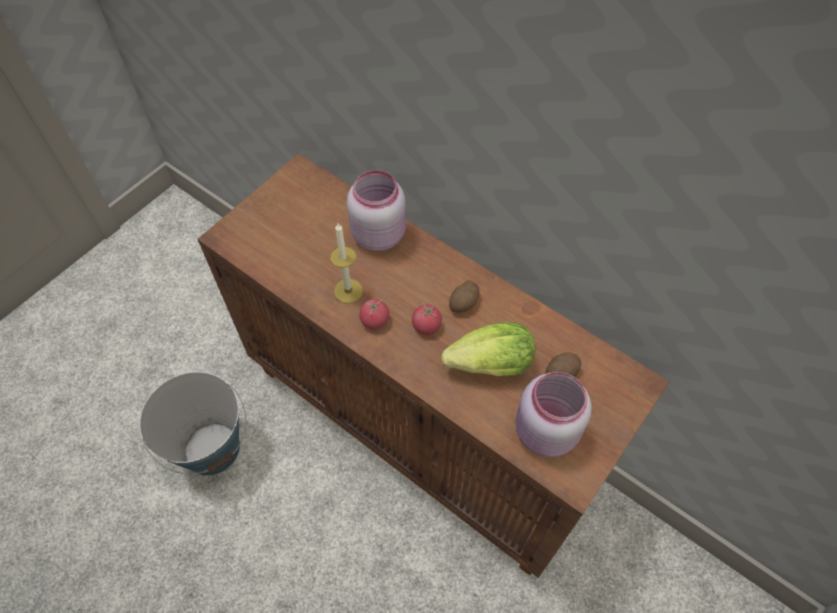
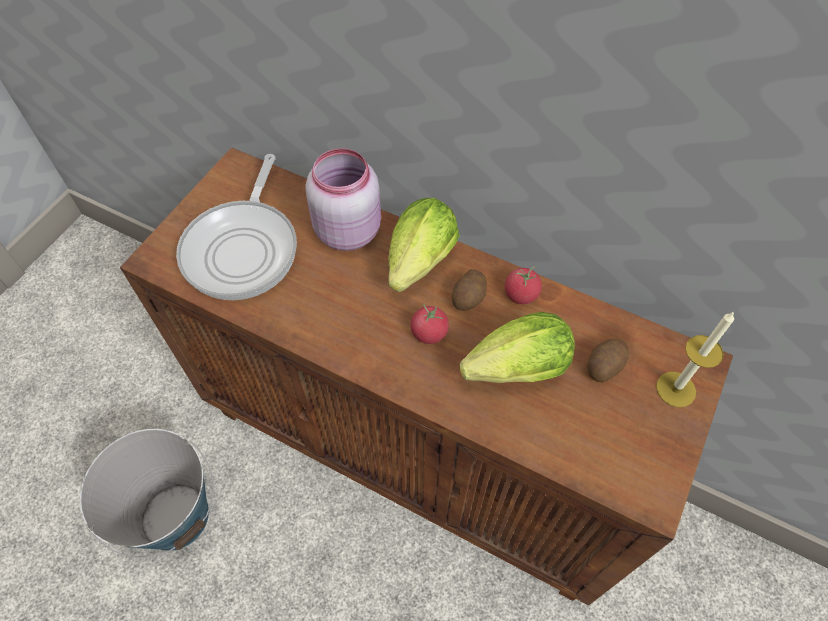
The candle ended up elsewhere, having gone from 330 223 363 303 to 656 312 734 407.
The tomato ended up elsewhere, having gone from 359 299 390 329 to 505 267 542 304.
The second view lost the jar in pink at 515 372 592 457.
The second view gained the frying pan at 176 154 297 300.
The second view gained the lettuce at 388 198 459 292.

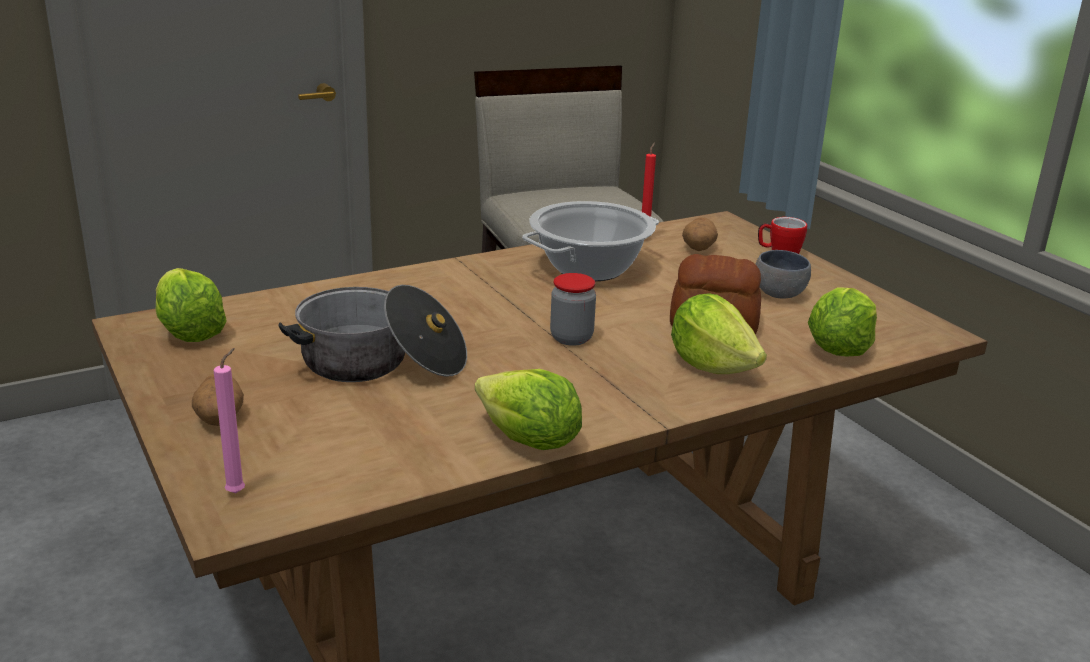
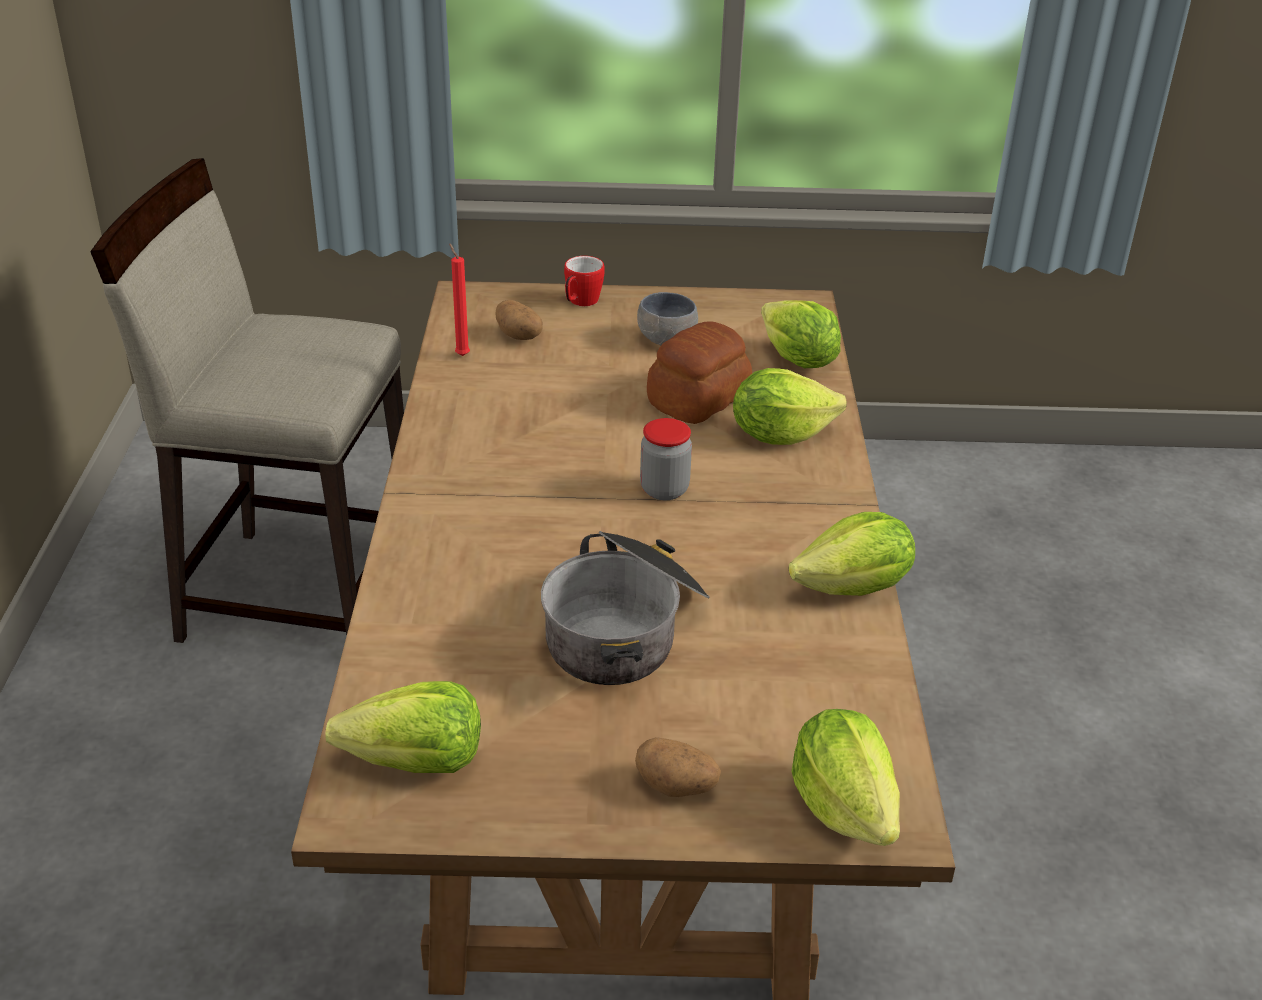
The second view lost the cooking pot at 522 201 659 281.
Where the candle in pink stood at 214 348 245 493, the lettuce came to stand at 792 709 900 846.

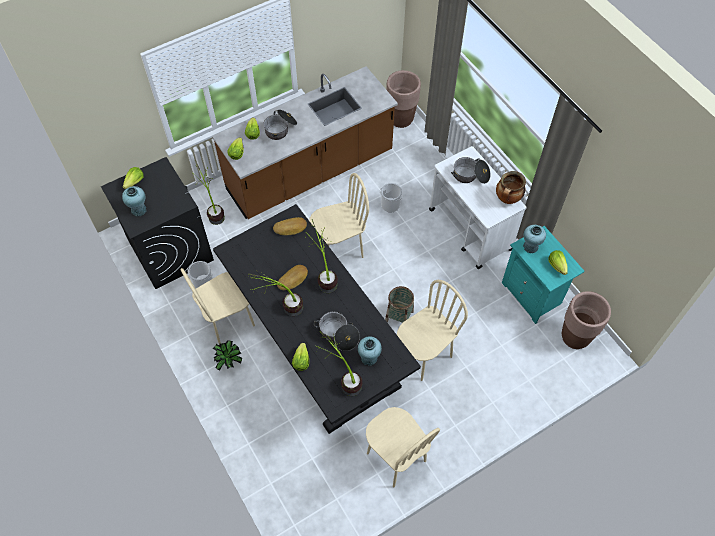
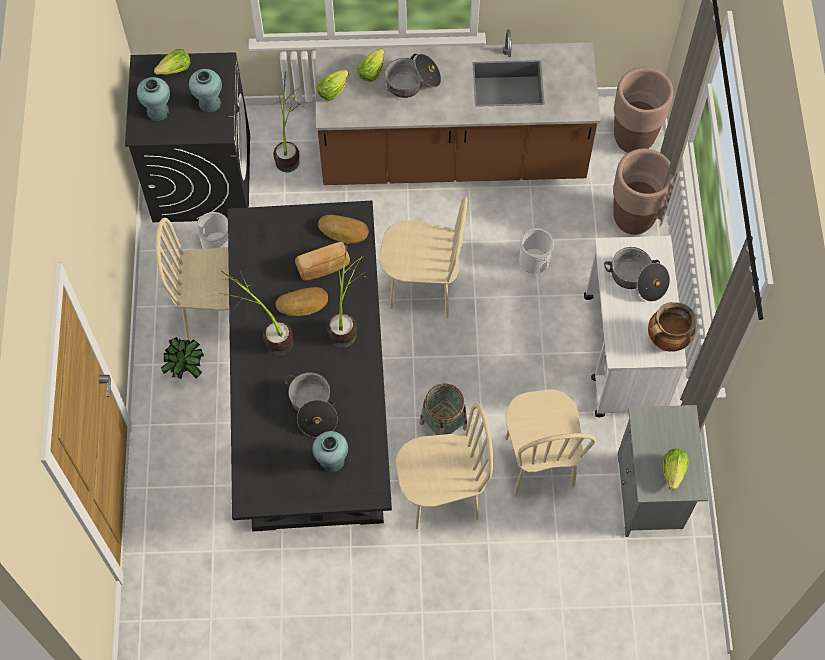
The vase in turquoise ended up elsewhere, having gone from 523 225 546 253 to 189 69 222 113.
What was the nightstand in turquoise at 502 226 585 324 turned into the nightstand in grey at 617 405 708 537.
The planter in brown ended up elsewhere, having gone from 562 291 611 349 to 613 149 674 235.
The second view lost the potted plant at 317 331 362 396.
The second view lost the lettuce at 292 343 309 371.
The chair in beige ended up elsewhere, having gone from 366 407 440 488 to 505 389 596 495.
The second view gained the bread at 295 242 350 280.

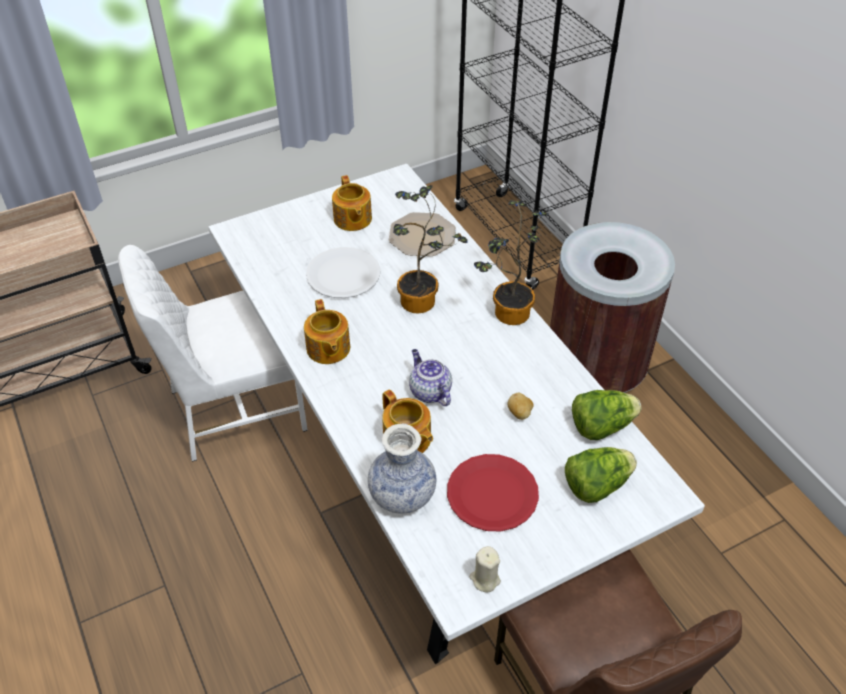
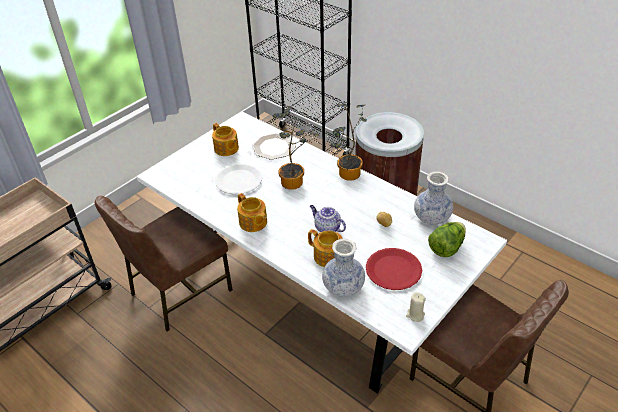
What was the chair in white at 118 245 308 462 turned into the chair in brown at 95 196 232 332.
Where the lettuce stood at 572 390 642 440, the vase came to stand at 414 171 453 225.

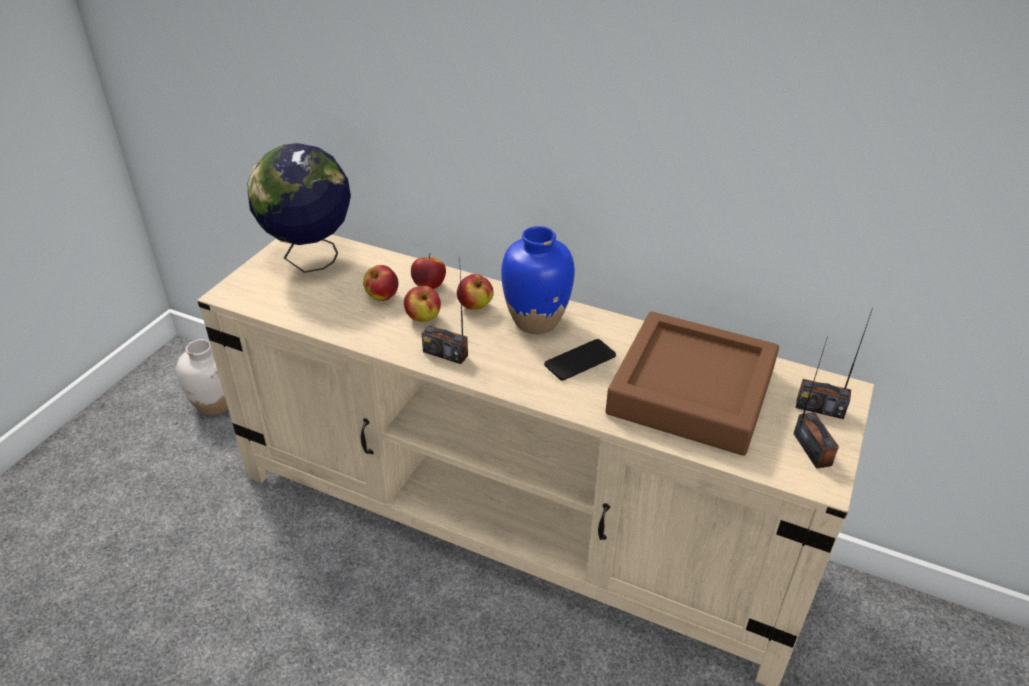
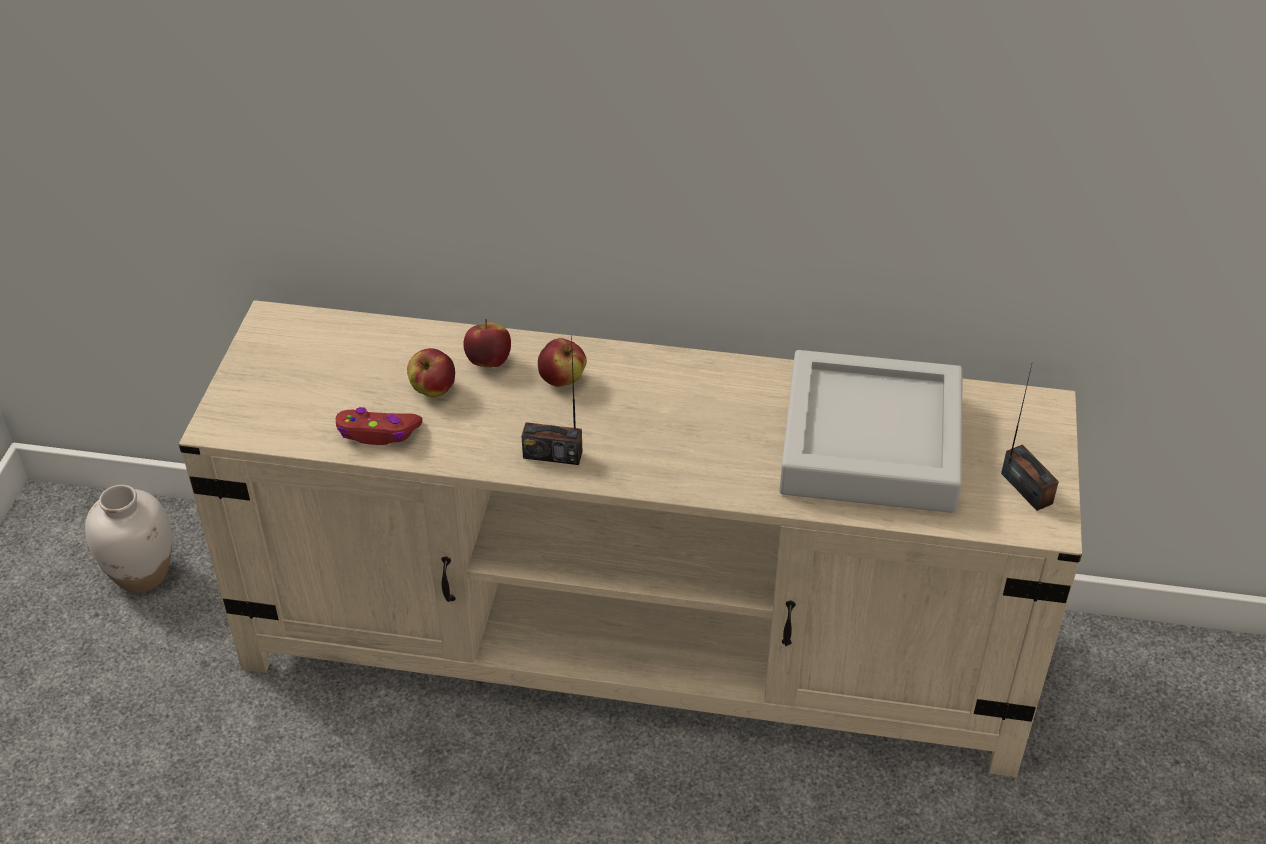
The second view lost the globe at 248 143 351 273.
The second view lost the vase in blue at 501 226 575 334.
The second view lost the apple at 404 286 441 322.
The second view lost the radio at 796 308 873 419.
What was the tray in brown at 605 311 779 456 turned into the tray in grey at 779 350 962 513.
The second view lost the phone at 544 339 616 381.
The second view gained the game controller in red at 336 407 422 445.

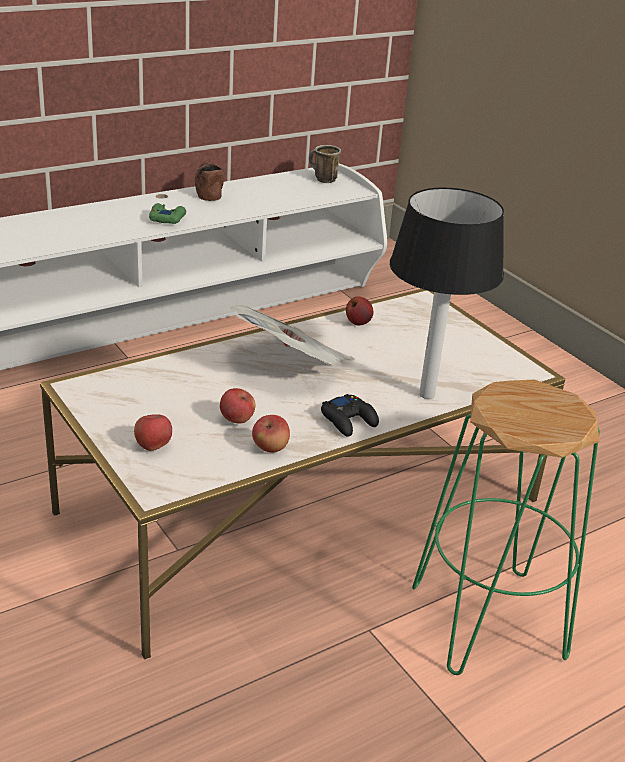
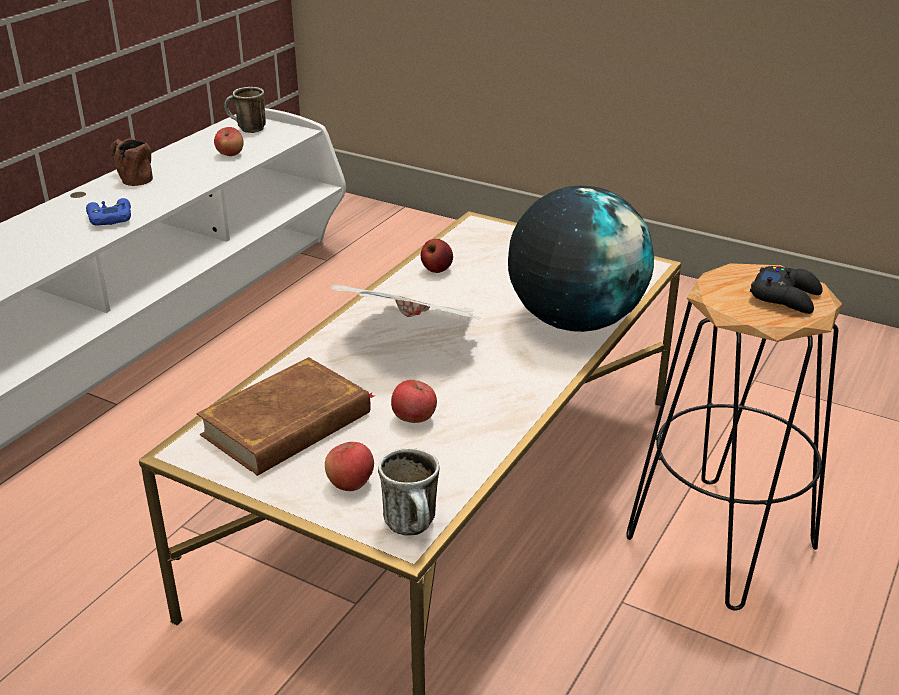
Where the table lamp stood at 390 188 504 399, the globe came to stand at 508 186 654 332.
What was the game controller in green at 149 203 186 224 turned into the game controller in blue at 86 198 131 226.
What was the stool in green at 412 380 600 675 turned into the stool in black at 626 263 842 611.
The game controller in black ended up elsewhere, having gone from 321 394 379 437 to 750 266 823 314.
The apple ended up elsewhere, having gone from 252 415 290 453 to 214 127 244 156.
The second view gained the book in brown at 196 357 376 476.
The second view gained the mug at 378 448 439 536.

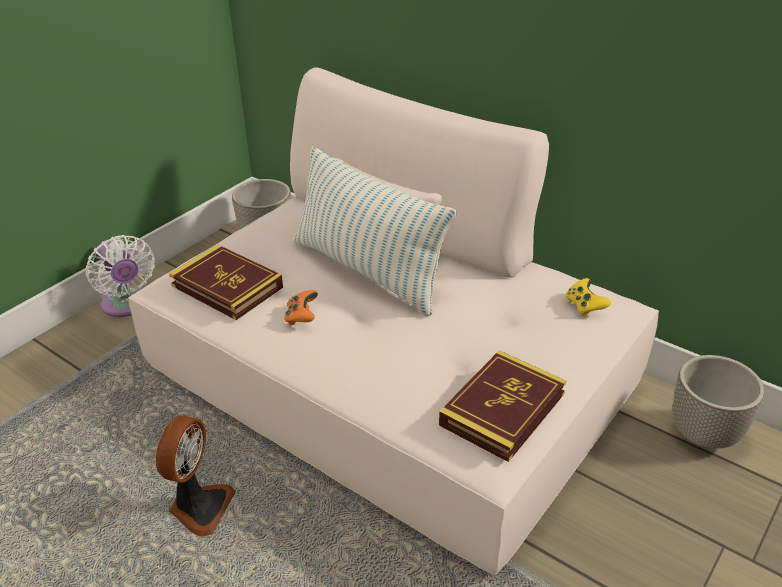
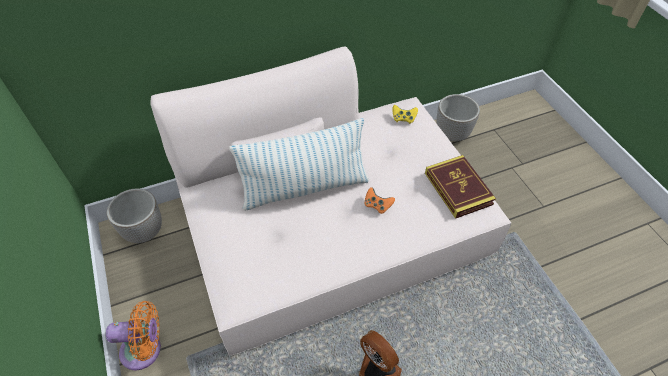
What was the fan in white at 86 235 155 317 turned into the fan in orange at 106 301 161 370.
The second view lost the book at 169 244 283 320.
The game controller in orange ended up elsewhere, having gone from 284 290 318 325 to 365 187 395 214.

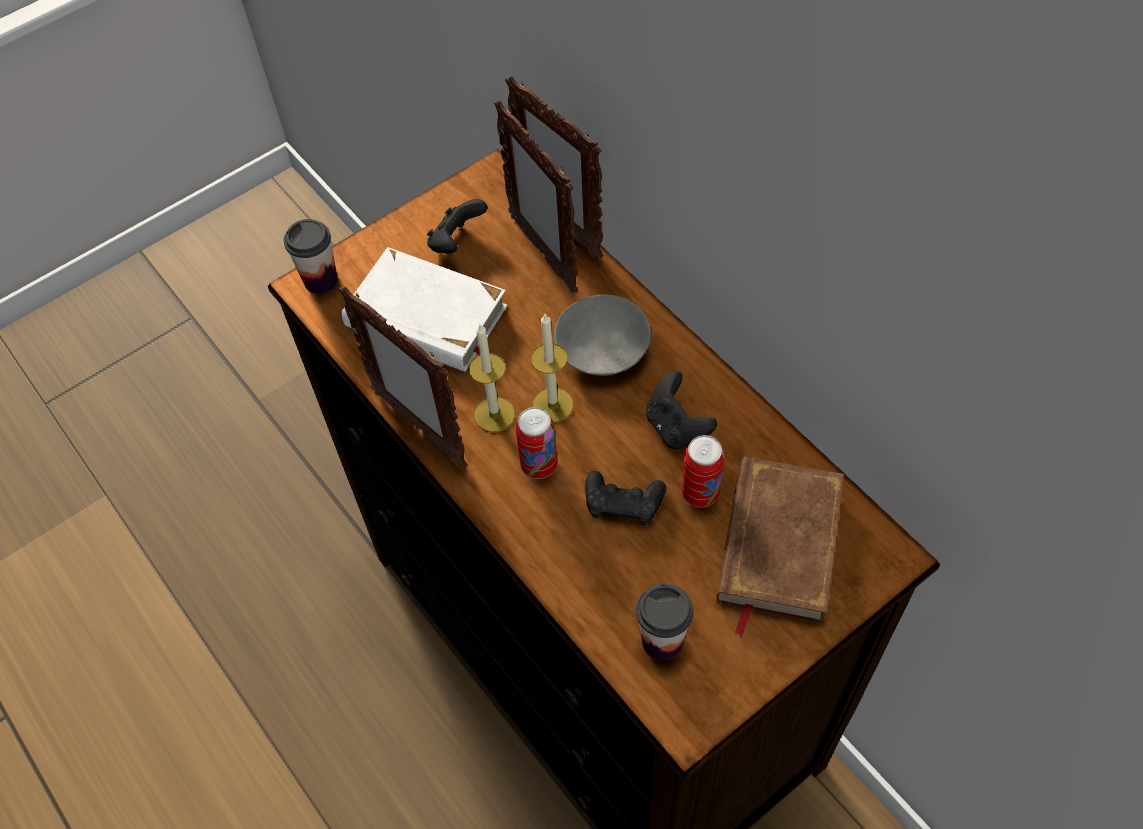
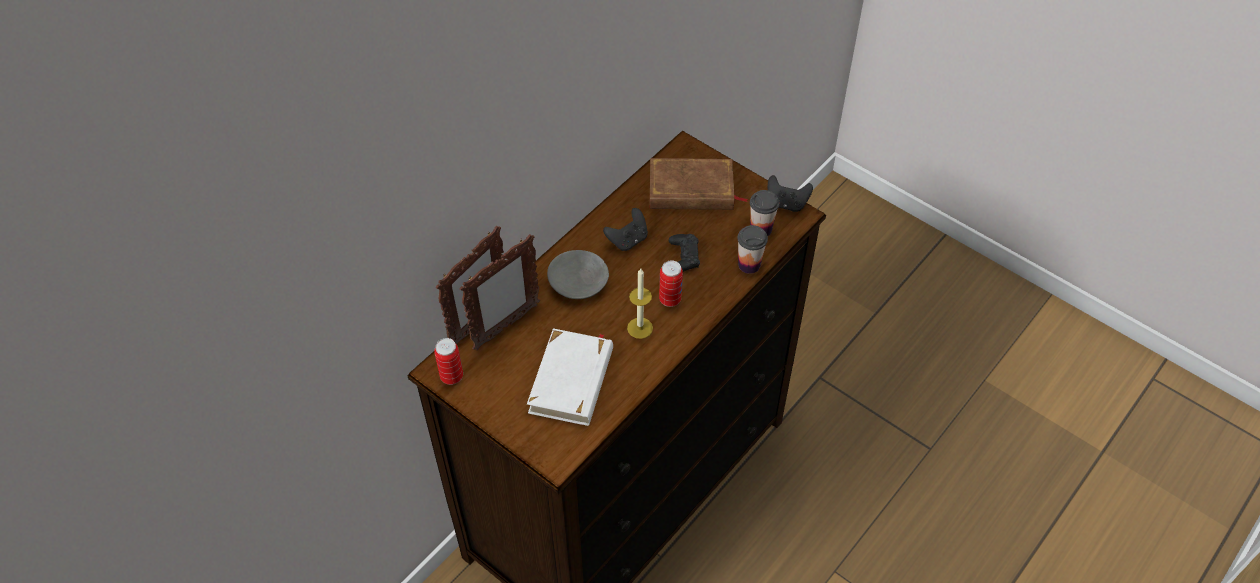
The game controller in black ended up elsewhere, having gone from 427 199 487 254 to 768 175 813 212.
The cup ended up elsewhere, having gone from 284 219 338 294 to 737 225 768 274.
The second view lost the picture frame at 338 286 468 468.
The second view lost the candle at 531 314 573 423.
The can ended up elsewhere, having gone from 682 435 724 507 to 434 338 463 385.

